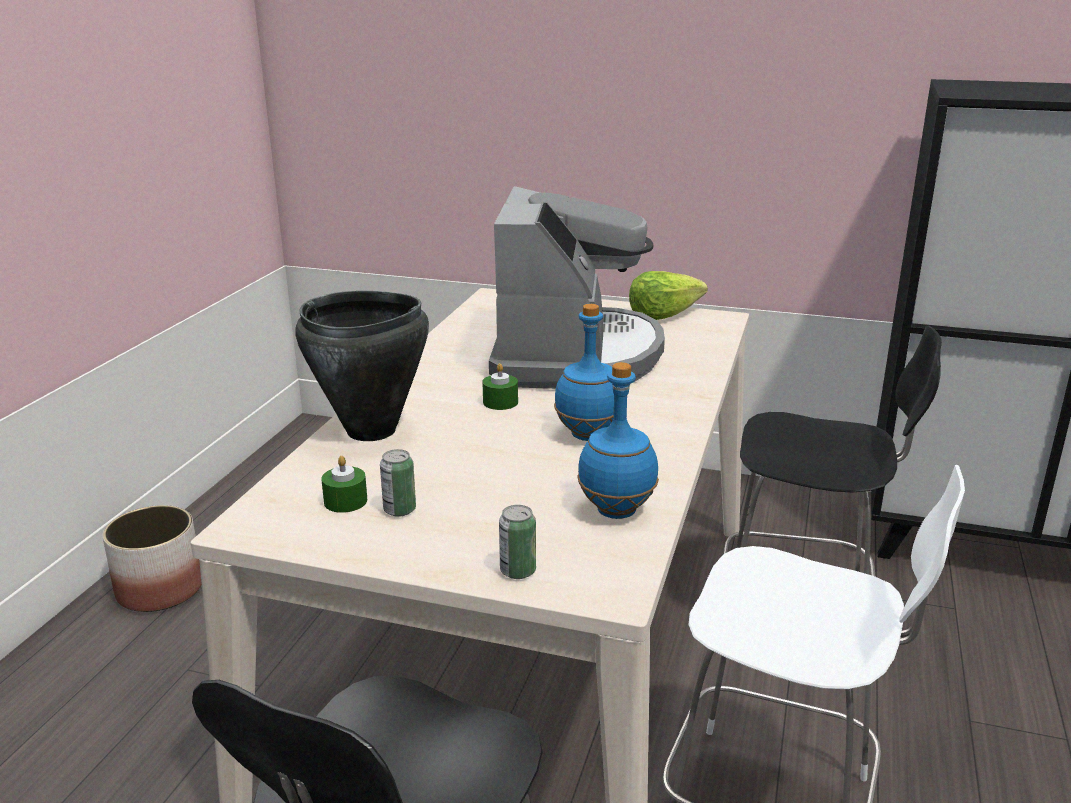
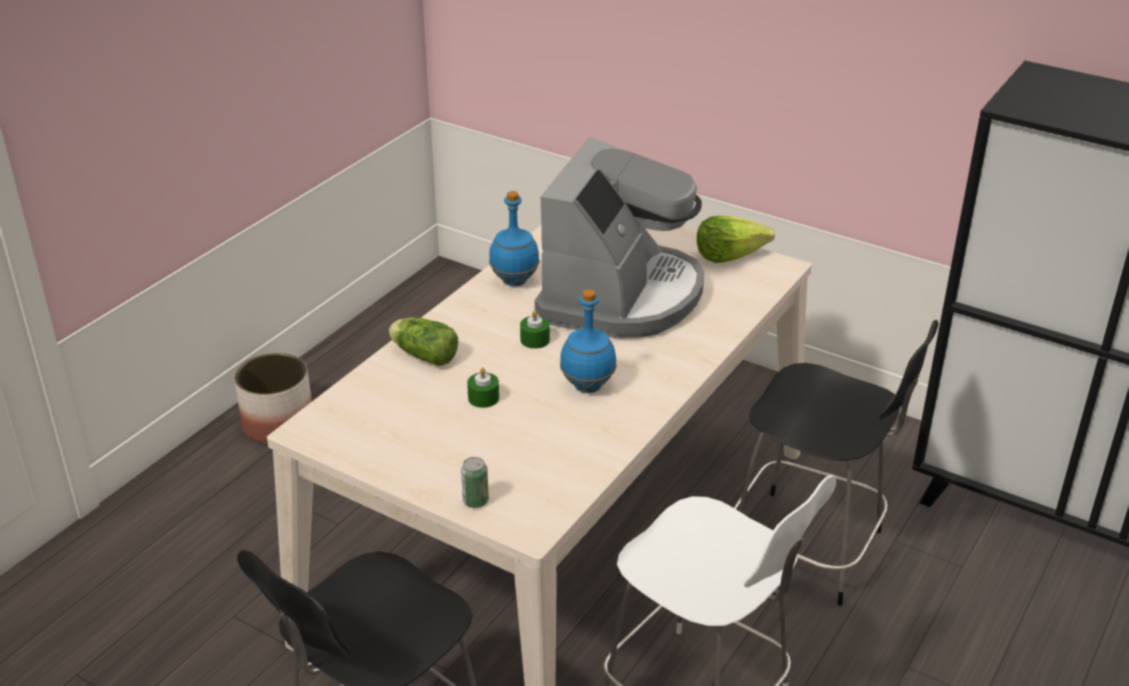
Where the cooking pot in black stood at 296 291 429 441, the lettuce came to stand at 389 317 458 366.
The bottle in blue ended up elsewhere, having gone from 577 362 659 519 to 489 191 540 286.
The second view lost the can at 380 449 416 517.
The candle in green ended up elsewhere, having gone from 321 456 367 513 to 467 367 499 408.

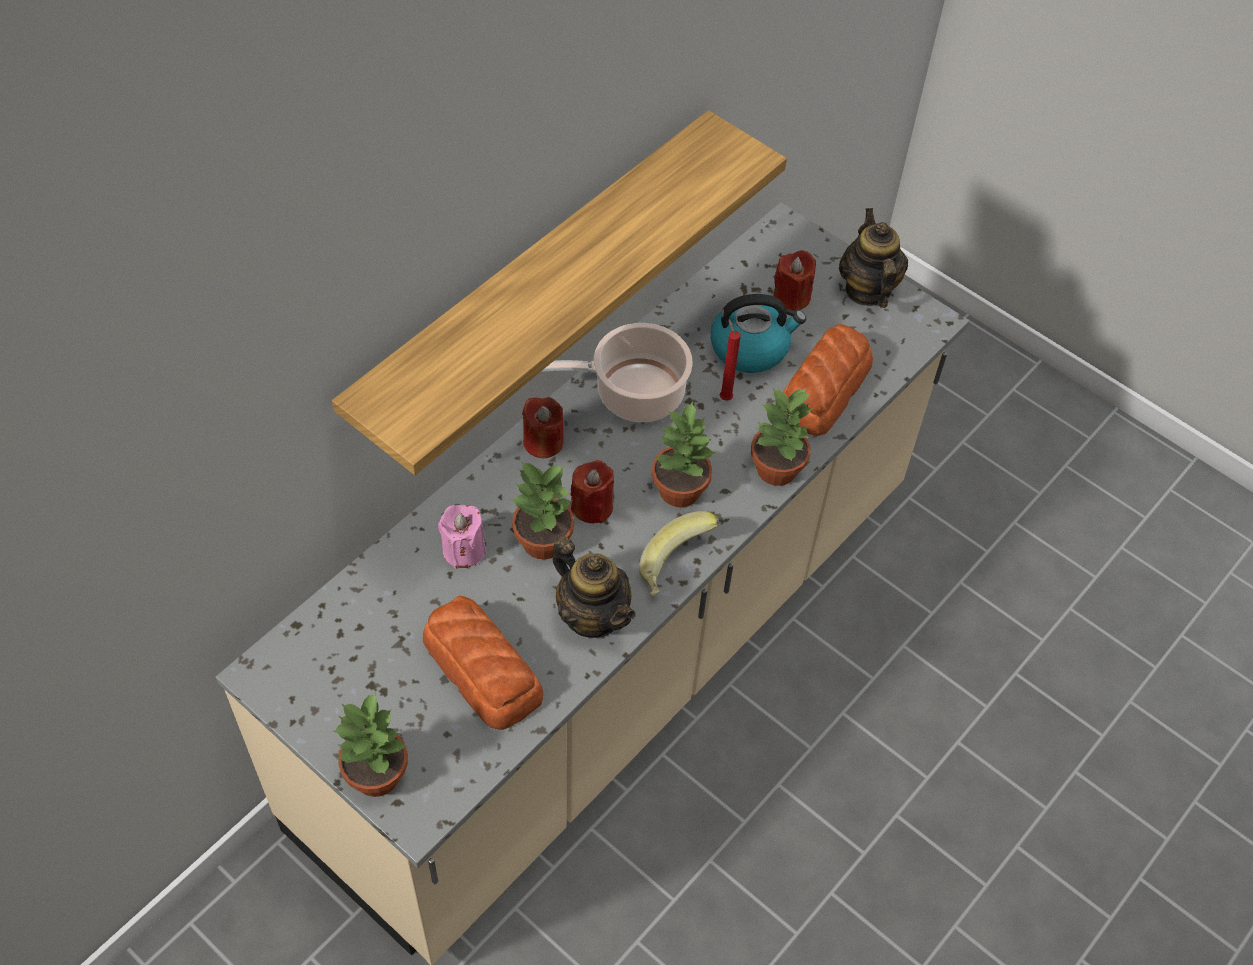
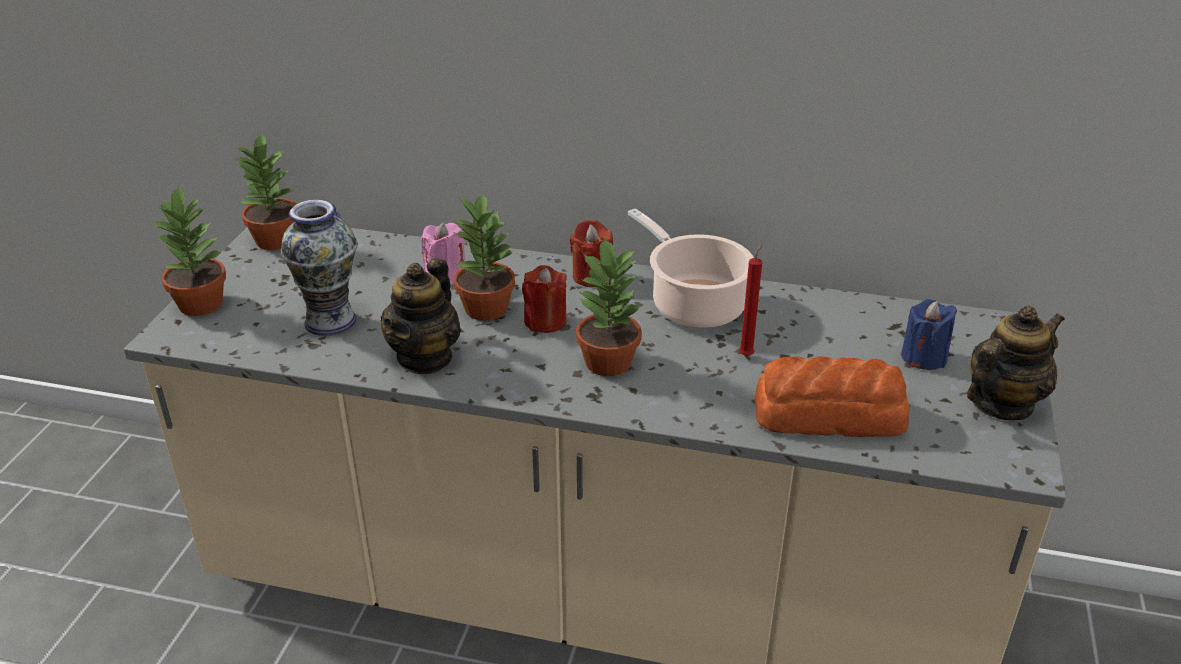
The second view lost the shelf at 332 110 787 475.
What was the candle in red at 774 250 816 311 turned into the candle in blue at 901 299 957 370.
The second view lost the kettle at 711 294 806 373.
The potted plant ended up elsewhere, having gone from 751 387 813 486 to 236 133 297 250.
The second view lost the banana at 639 511 719 596.
Where the bread stood at 423 596 543 730, the vase came to stand at 281 199 357 336.

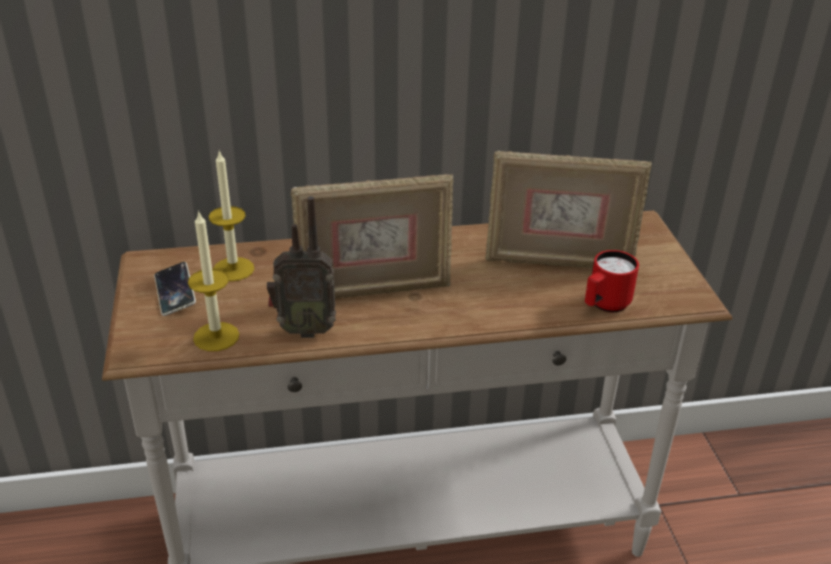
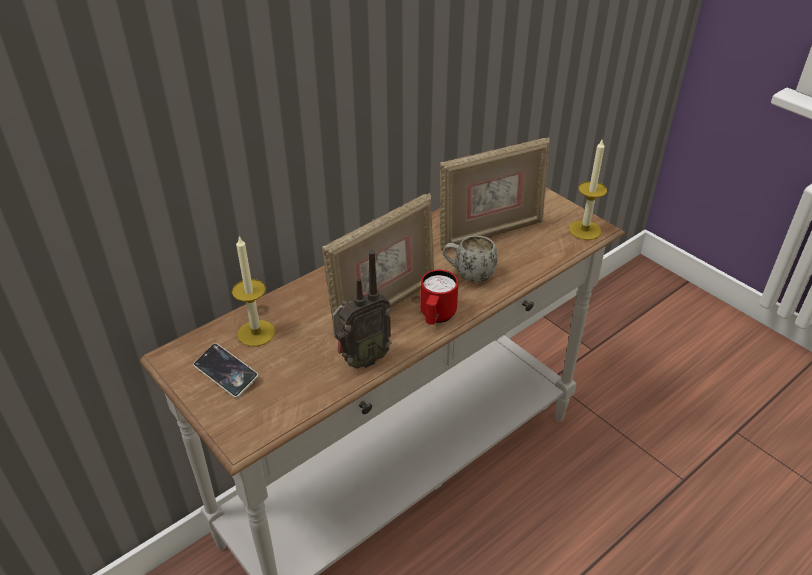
The candle ended up elsewhere, having gone from 188 210 239 351 to 569 140 607 240.
The mug in red ended up elsewhere, having gone from 585 250 639 312 to 420 270 458 325.
The second view gained the mug in white at 443 236 498 283.

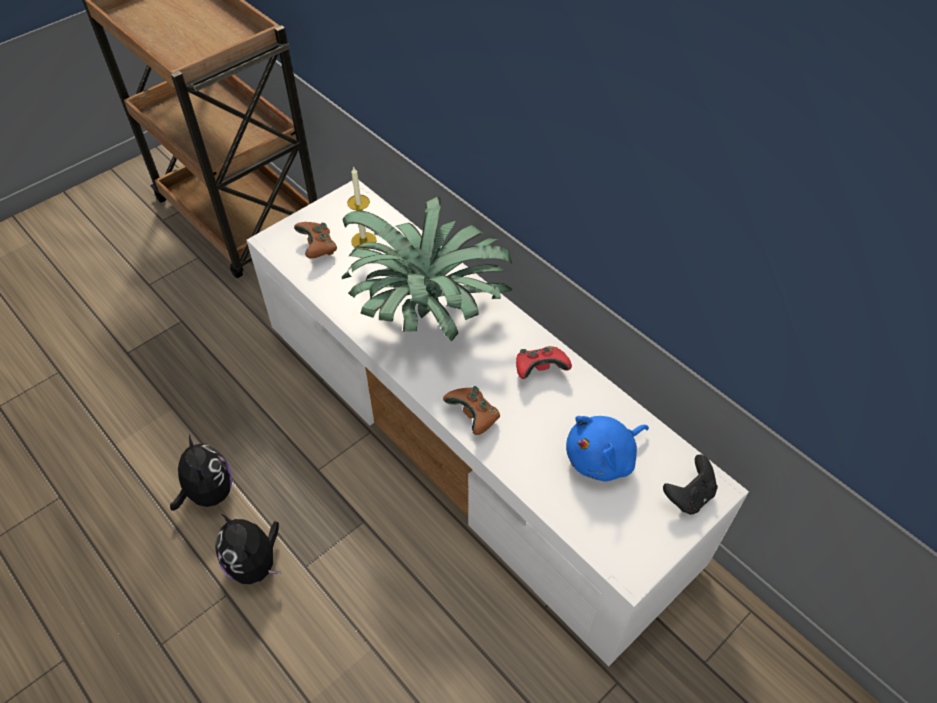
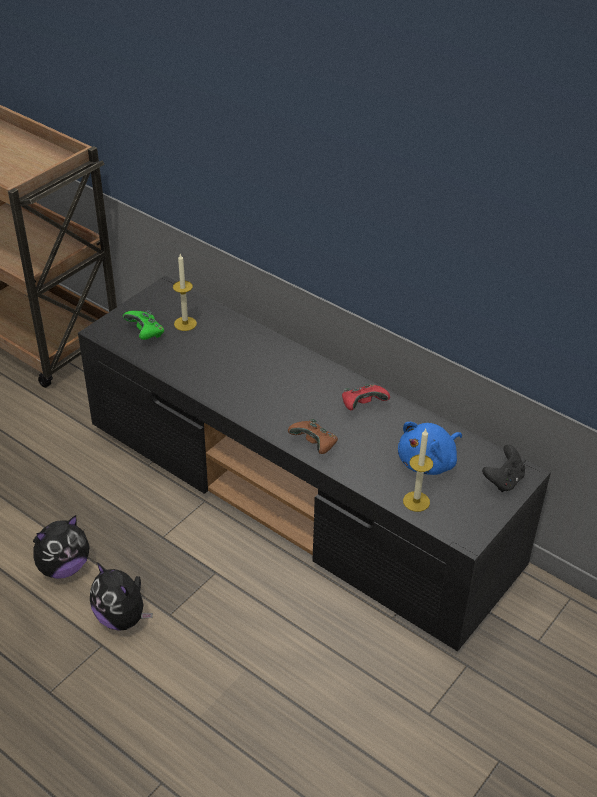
What was the tv stand in white at 246 180 749 667 turned into the tv stand in black at 78 276 551 652.
The second view lost the potted plant at 342 196 514 341.
What was the game controller in brown at 294 222 337 259 turned into the game controller in green at 123 310 164 340.
The plush toy at 170 435 232 511 ended up facing another way, 90 degrees clockwise from before.
The second view gained the candle at 403 429 433 512.

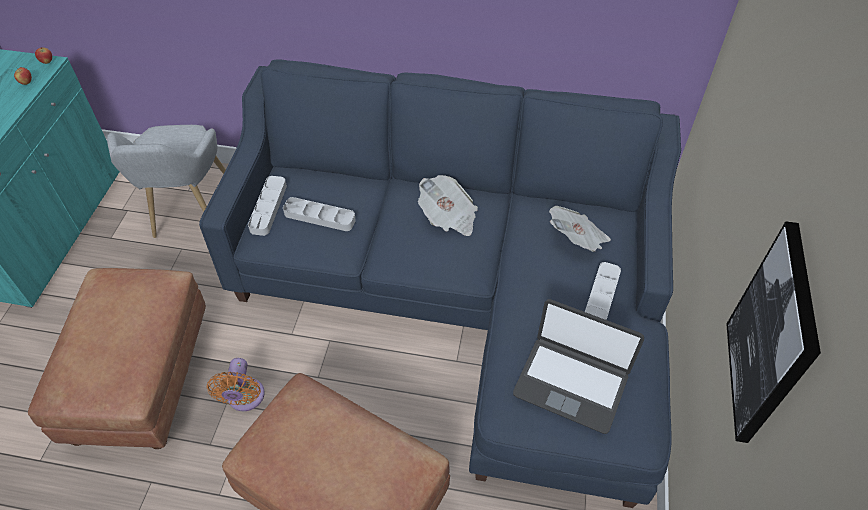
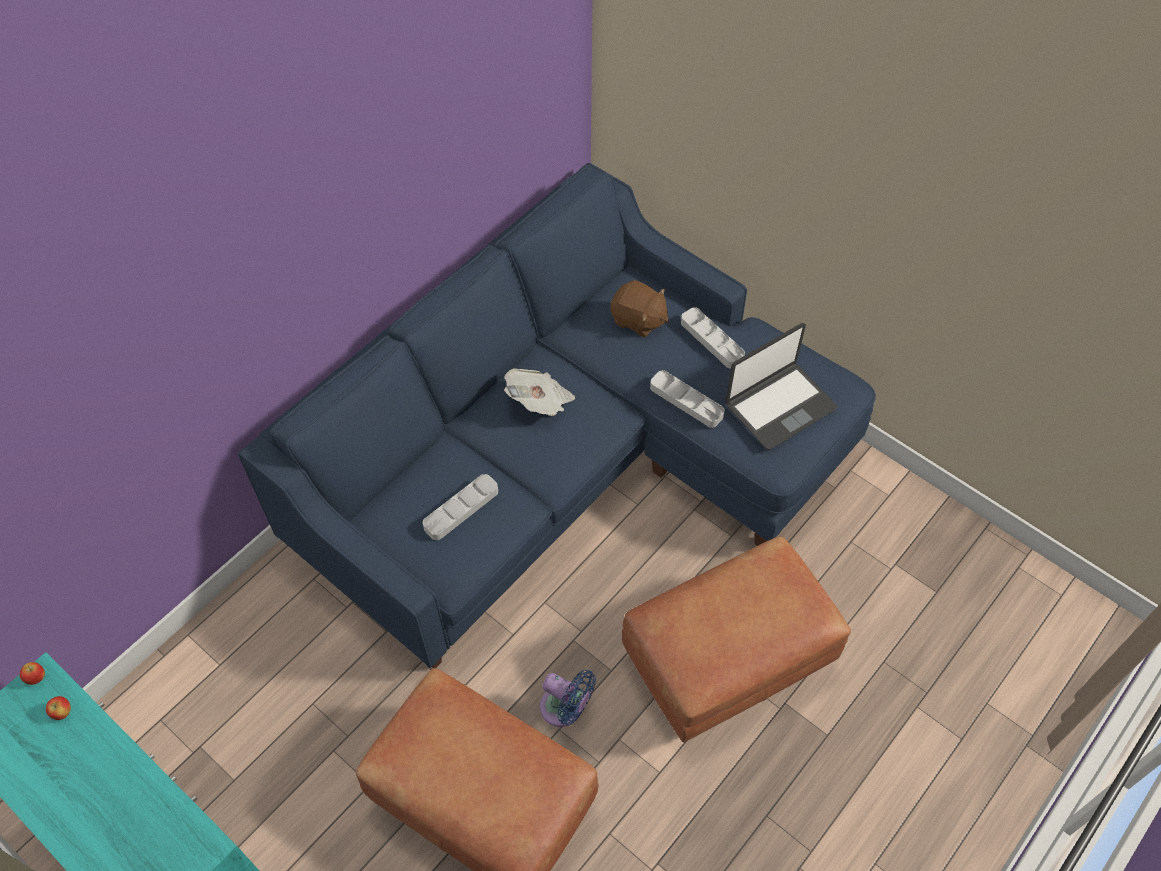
The second view lost the armchair in grey at 107 125 226 238.
The tray in grey ended up elsewhere, having gone from 248 176 287 236 to 650 370 725 428.
Where the newspaper stood at 549 206 611 252, the plush toy in brown came to stand at 611 280 669 337.
The second view lost the picture at 726 221 821 443.
What was the fan in orange at 207 358 265 411 turned into the fan in blue at 540 670 596 727.

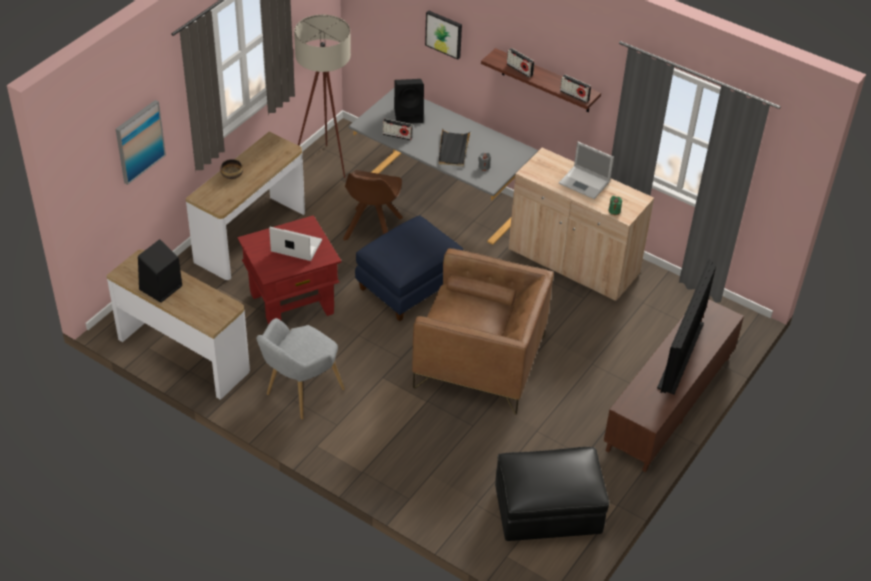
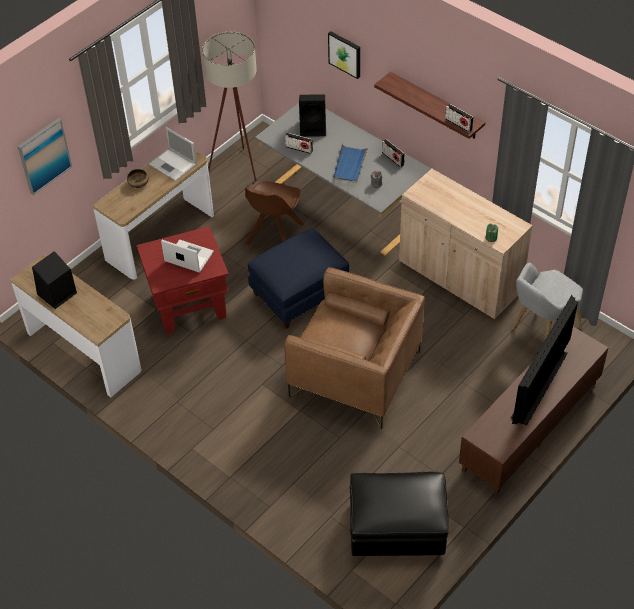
The radio ended up elsewhere, having gone from 507 48 535 78 to 382 139 405 167.
What was the tray in black at 439 128 471 167 turned into the tray in blue at 333 144 368 183.
The laptop ended up elsewhere, having gone from 559 142 614 199 to 149 127 196 181.
The armchair in grey ended up elsewhere, having gone from 256 318 345 419 to 512 263 583 339.

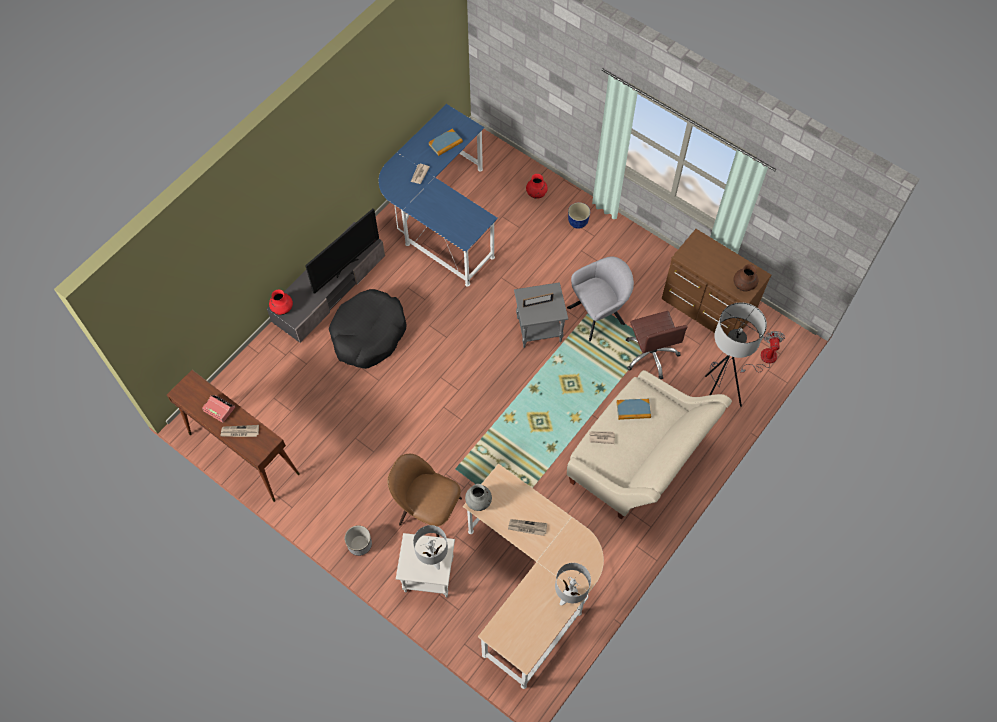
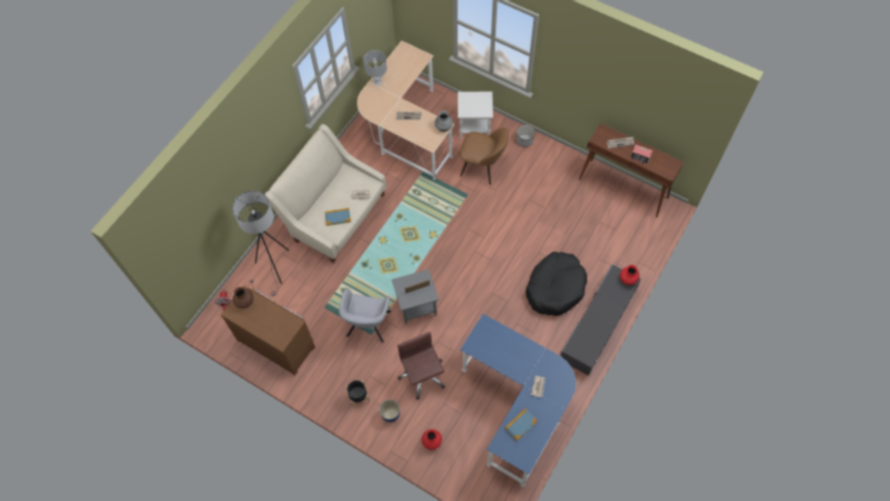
The second view lost the television at 305 209 379 294.
The armchair in grey at 567 256 634 341 ended up facing another way, 45 degrees counterclockwise from before.
The office chair in brown ended up elsewhere, having gone from 626 311 688 379 to 397 332 445 400.
The second view lost the table lamp in grey at 413 525 448 570.
The second view gained the planter in black at 346 380 370 408.

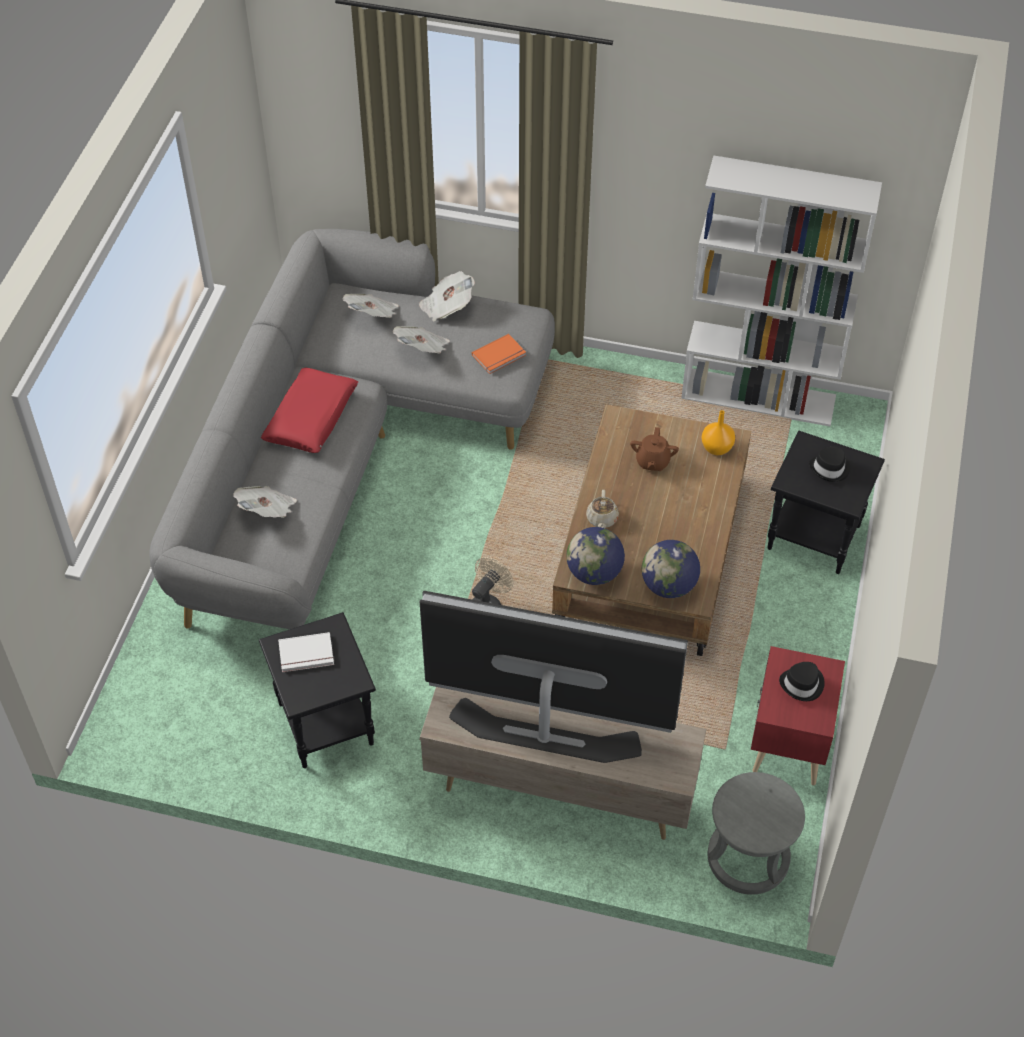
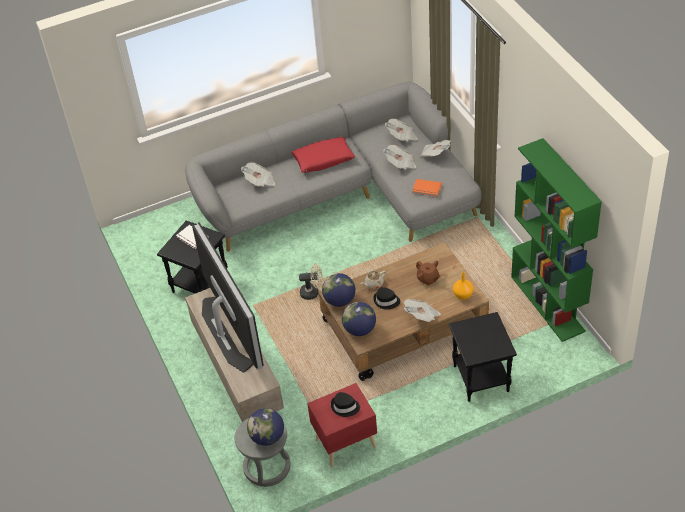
What was the bookcase in white at 681 156 882 426 turned into the bookcase in green at 511 138 602 342.
The teapot in brown at 630 427 679 471 ended up facing another way, 105 degrees counterclockwise from before.
The hat in black ended up elsewhere, having gone from 809 446 850 482 to 373 287 400 310.
The second view gained the newspaper at 404 299 441 322.
The second view gained the globe at 247 408 284 446.

